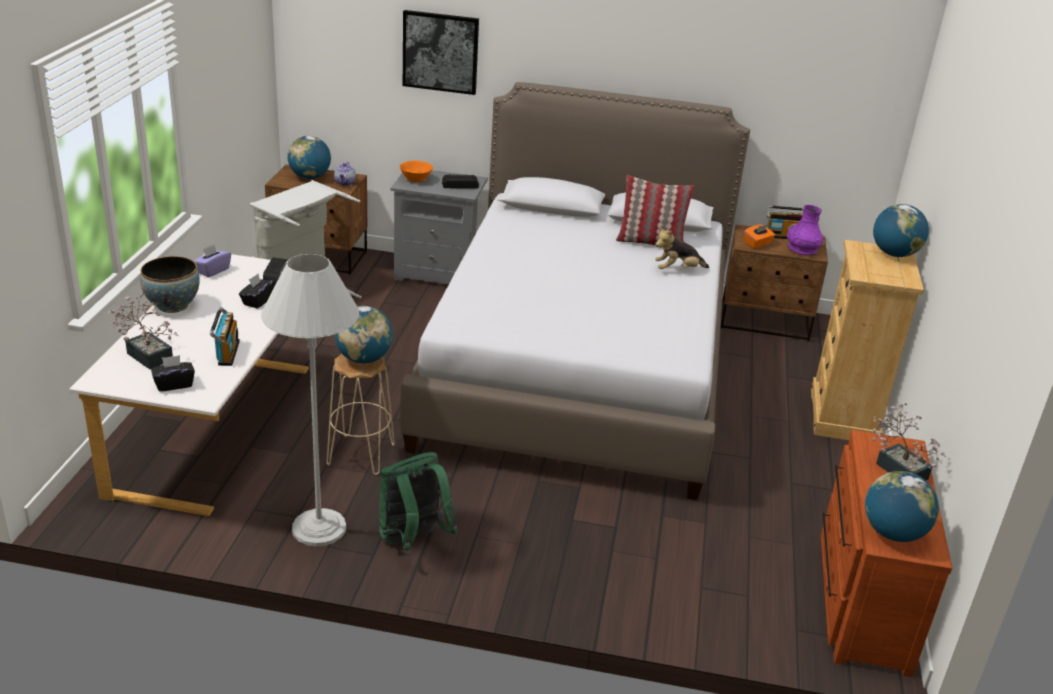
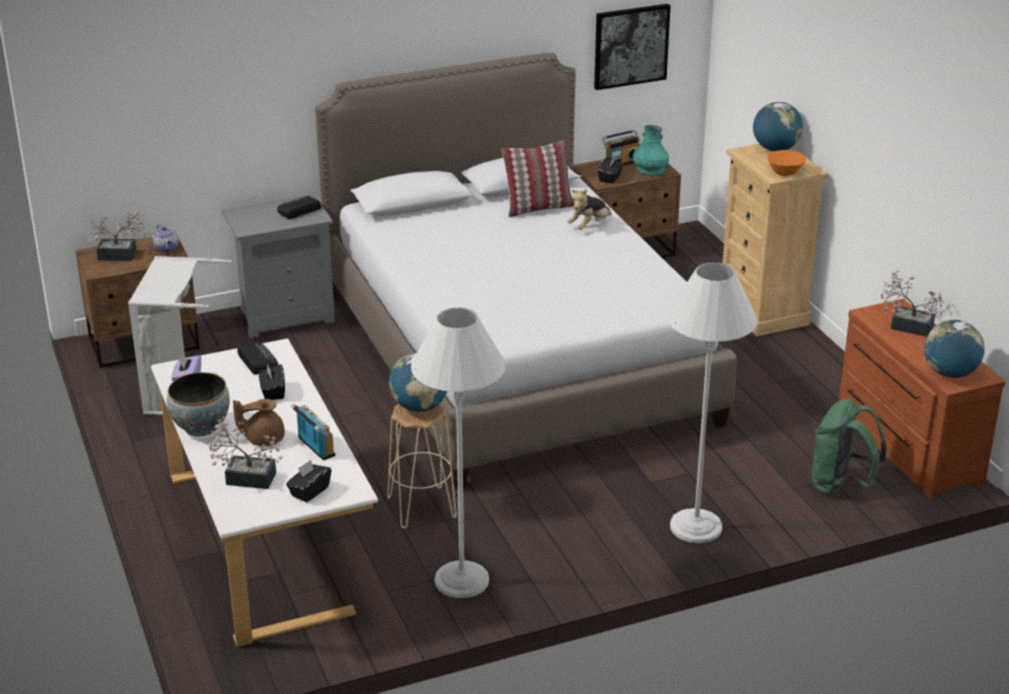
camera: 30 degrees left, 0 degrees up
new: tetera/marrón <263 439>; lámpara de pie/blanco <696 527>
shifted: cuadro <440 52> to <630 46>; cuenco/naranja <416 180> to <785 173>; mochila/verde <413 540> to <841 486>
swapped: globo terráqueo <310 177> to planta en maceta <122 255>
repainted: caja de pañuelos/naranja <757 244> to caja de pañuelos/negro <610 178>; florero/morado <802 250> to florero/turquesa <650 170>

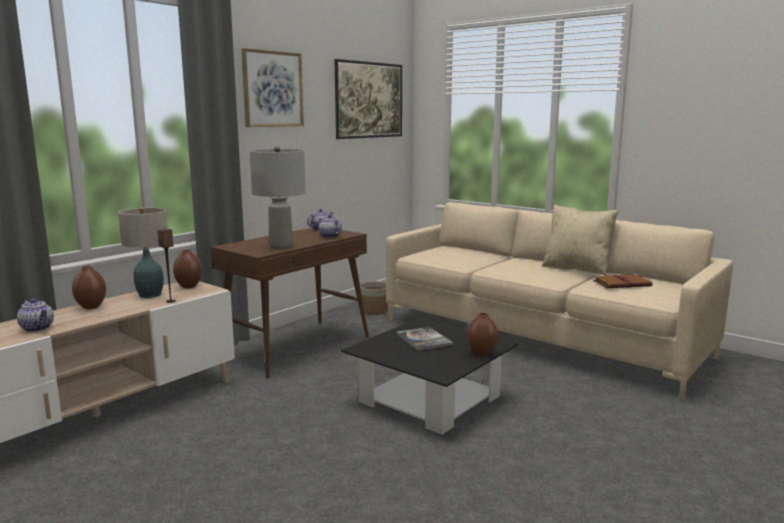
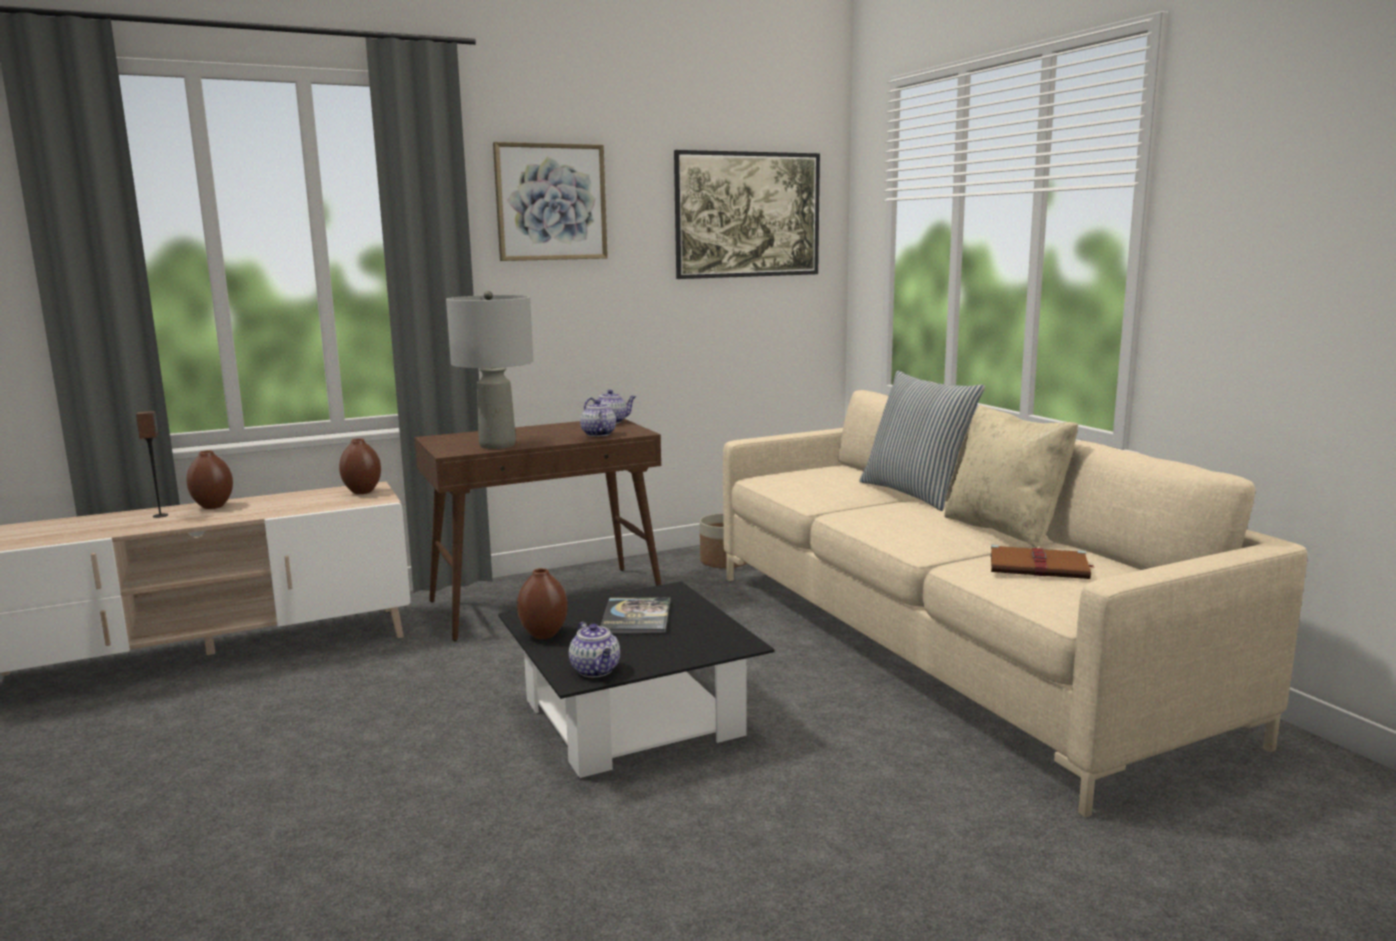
camera: 25 degrees right, 0 degrees up
gone: lámpara de mesa <149 295>
new: cojín <916 493>
shifted: altavoz <171 301> to <160 515>; florero/marrón <482 353> to <544 635>; tetera <38 328> to <596 671>

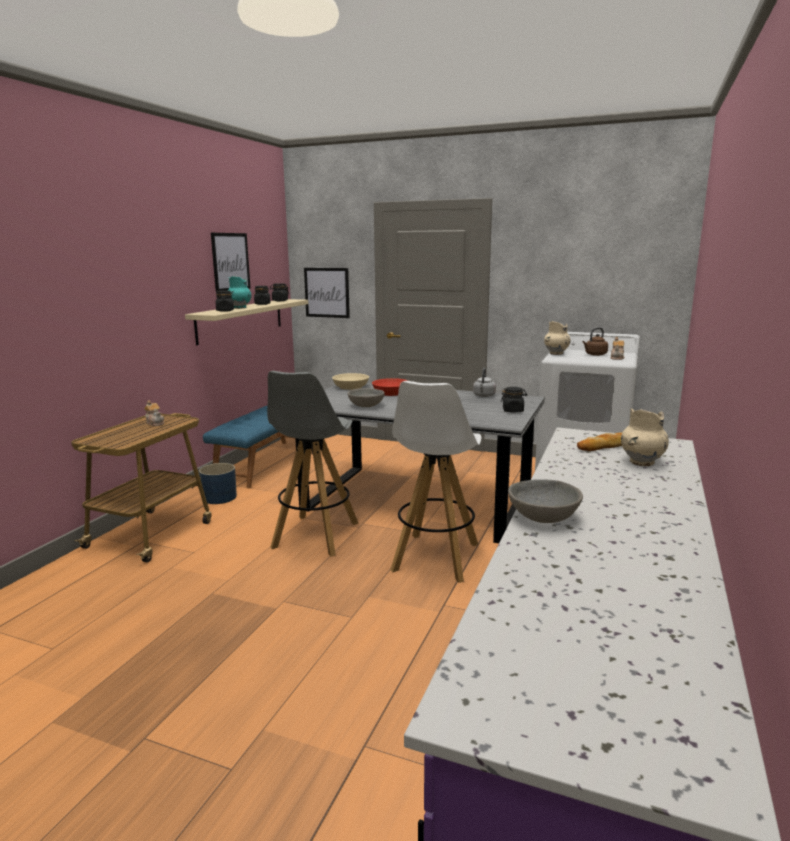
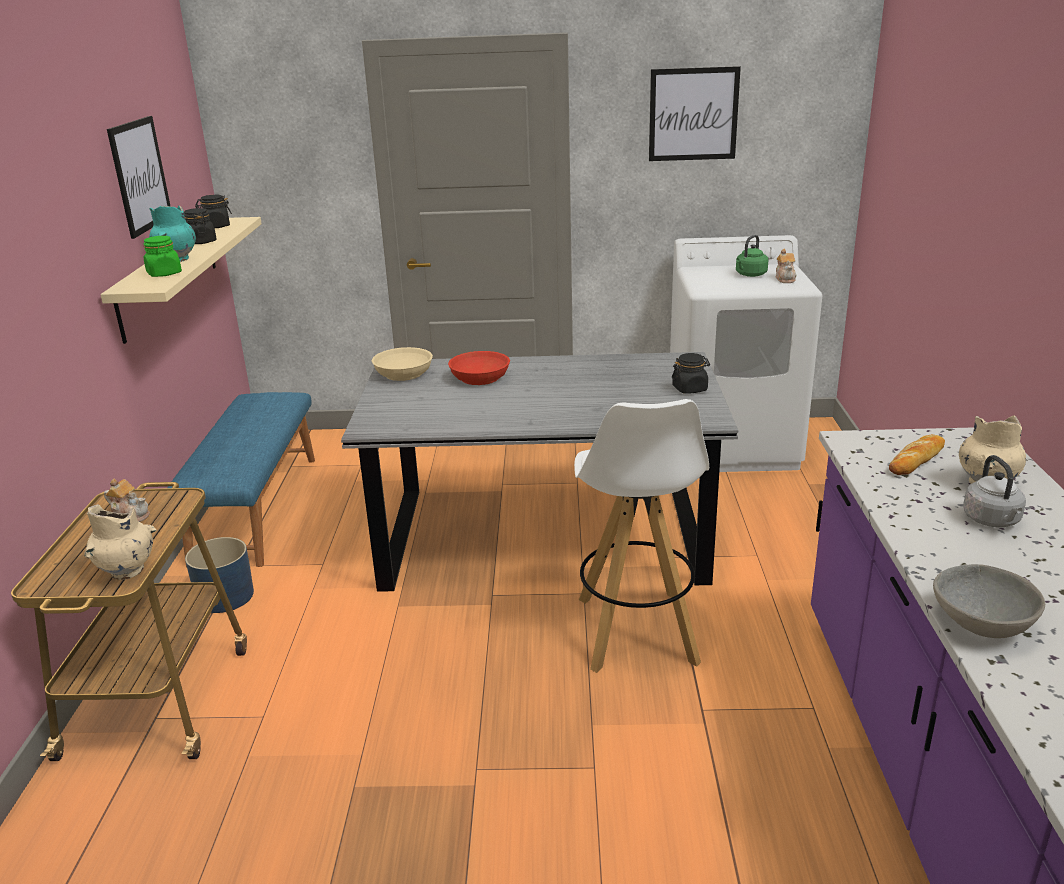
camera: 20 degrees left, 10 degrees up
gone: taburete/gris <315 535>; cuenco/gris <366 406>
shifted: florero/beis <556 353> to <128 571>; cuadro <327 292> to <693 114>; hervidor/gris <484 396> to <992 521>
repainted: tarro/negro <225 311> to tarro/verde <164 274>; hervidor/marrón <595 354> to hervidor/verde <750 275>

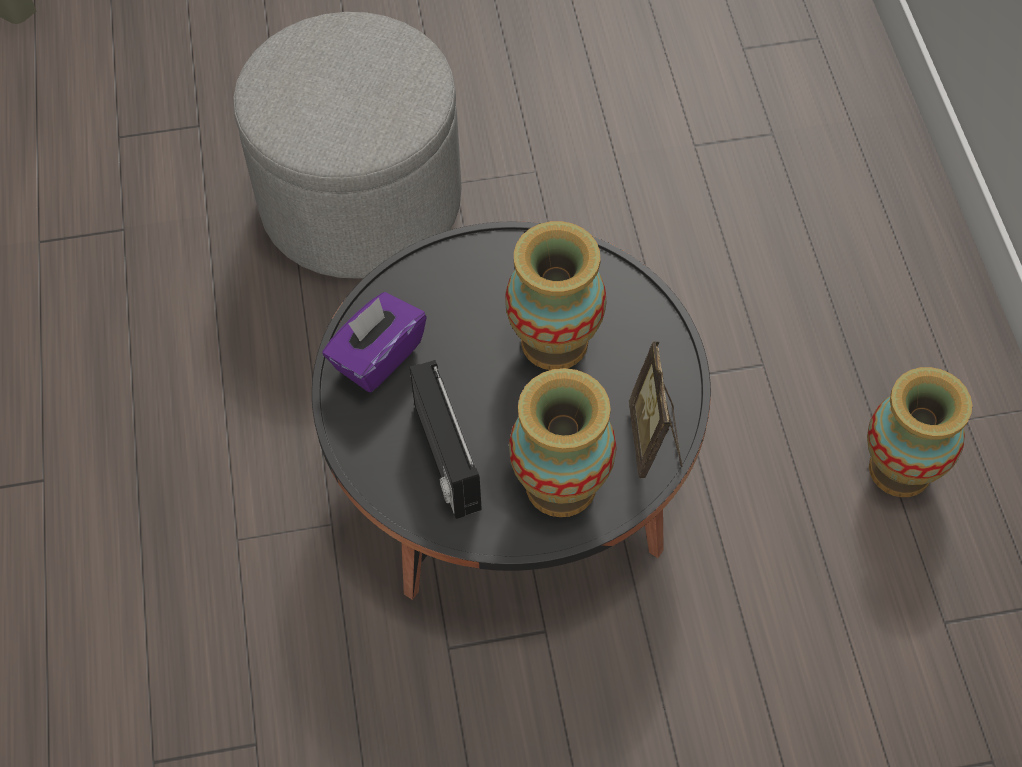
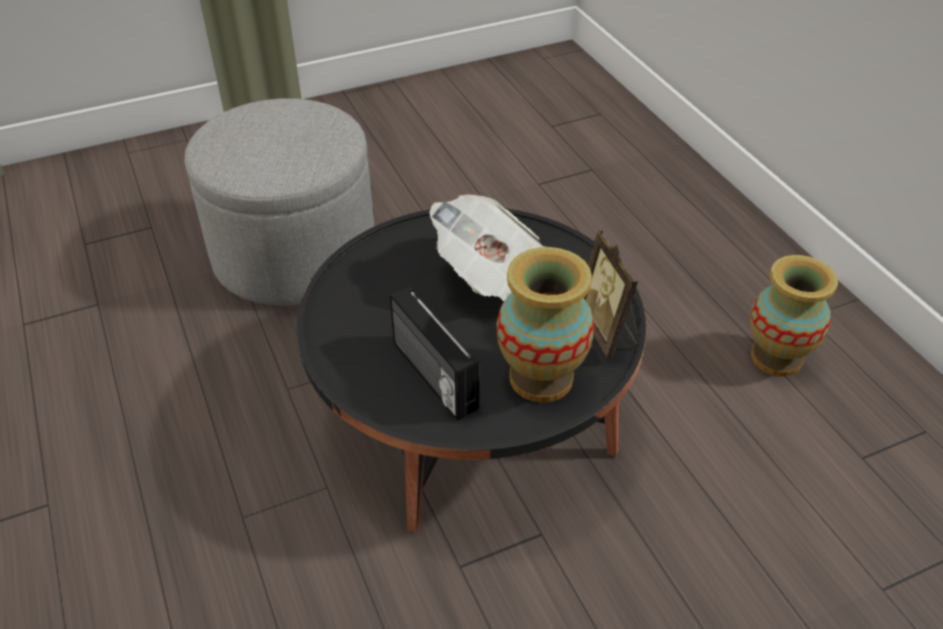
camera: 15 degrees left, 15 degrees down
gone: caja de pañuelos/morado <377 356>
swapped: florero <555 342> to periódico <498 280>

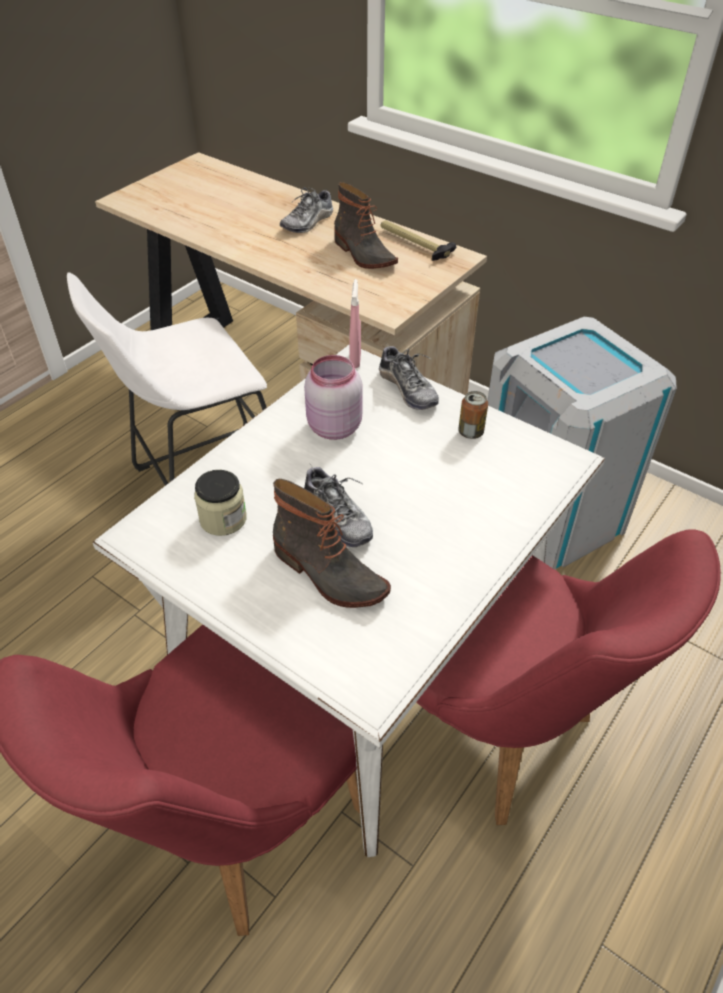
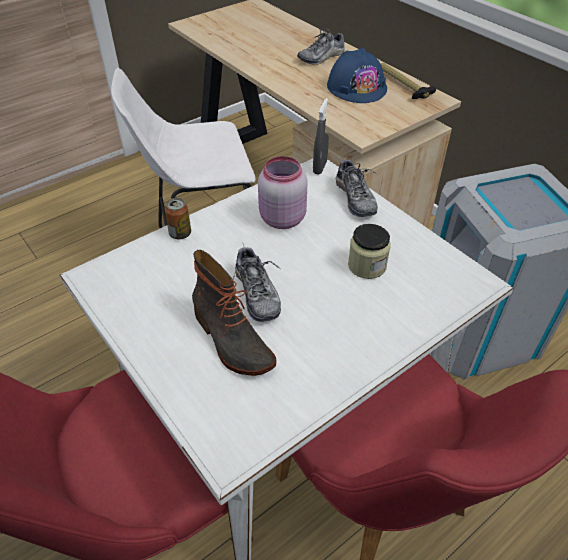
camera: 15 degrees right, 0 degrees up
shifted: lata <471 432> to <180 234>; tarro <223 519> to <367 266>
swapped: bota <363 254> to casco/azul <357 87>
repainted: pulverizador/rosa <355 360> to pulverizador/gris <320 167>

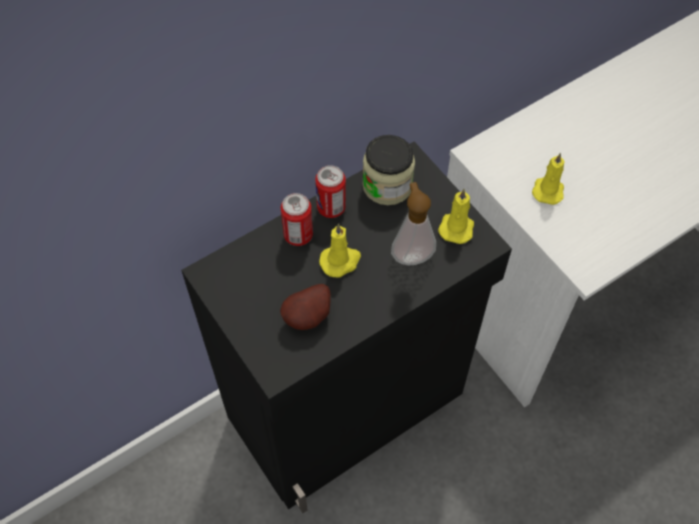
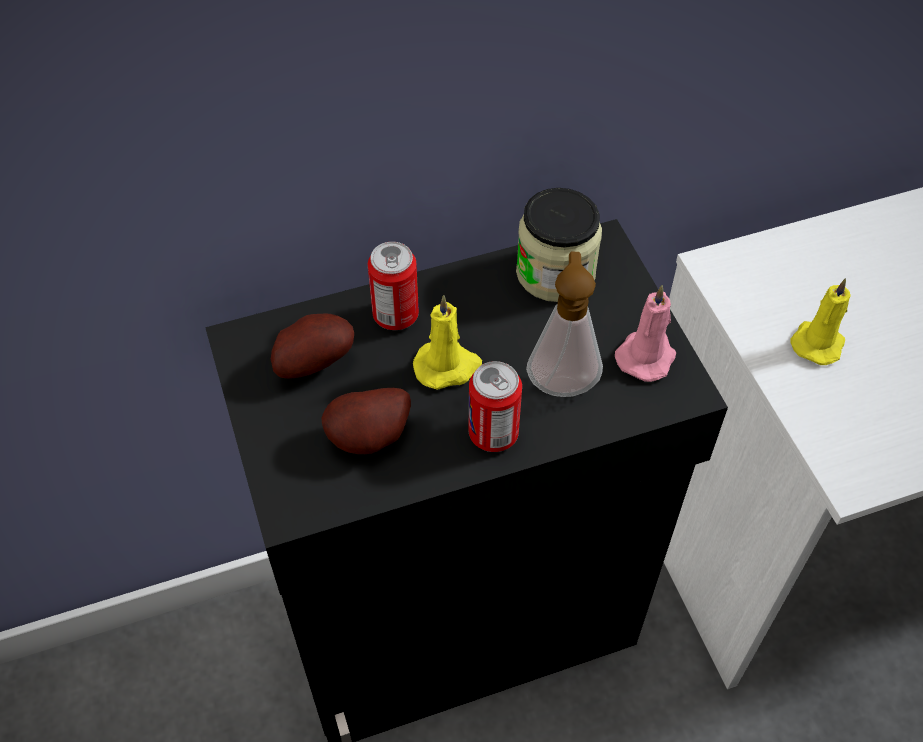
camera: 15 degrees right, 5 degrees down
new: patata <313 361>
shifted: lata <331 208> to <493 434>
repainted: vela/amarillo <456 227> to vela/rosa <646 355>

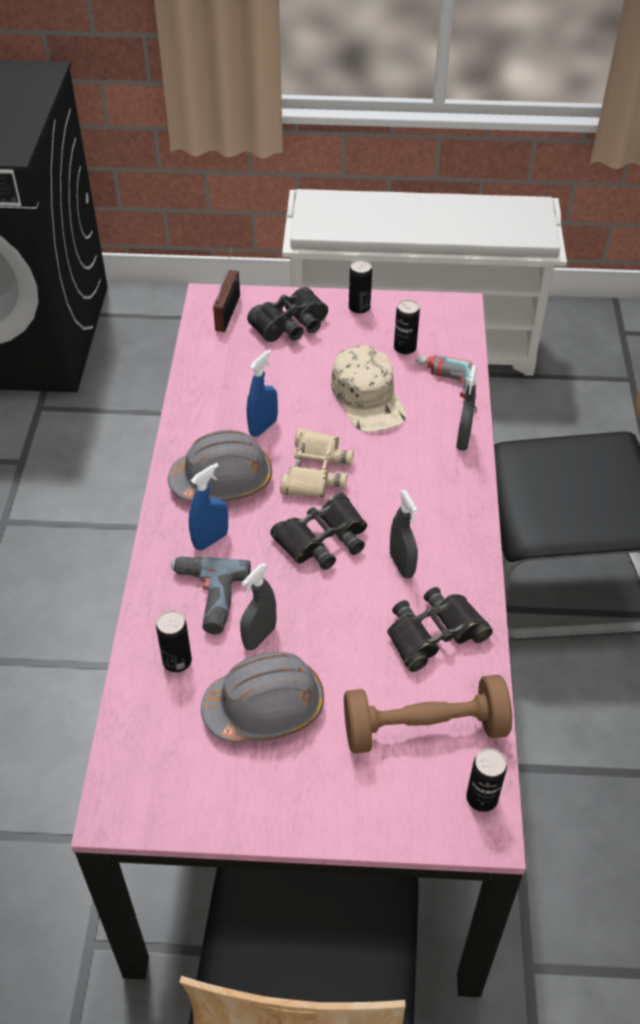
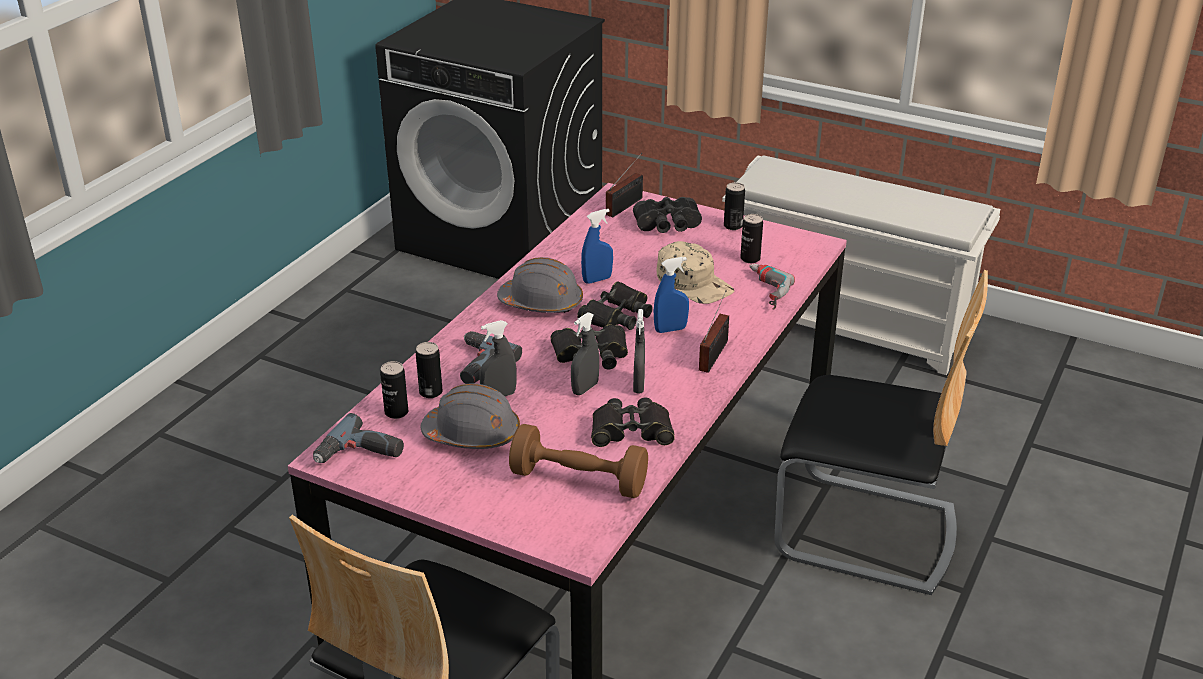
camera: 25 degrees right, 15 degrees down
new: taladro <360 454>; radio <715 354>
shifted: lata <482 798> to <396 412>; pulverizador/gris <463 440> to <585 388>; pulverizador/azul <210 540> to <670 329>
repainted: prismáticos/beis <315 471> to prismáticos/negro <616 314>
rotated: gorra/beis <369 398> = <694 282> 45 degrees counterclockwise

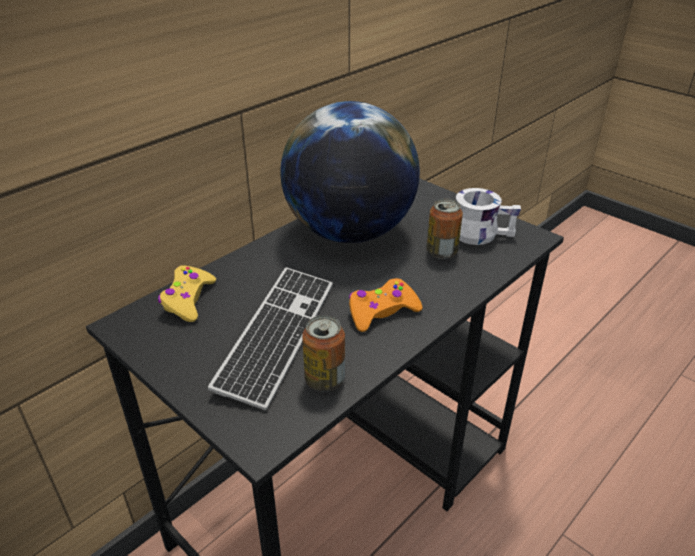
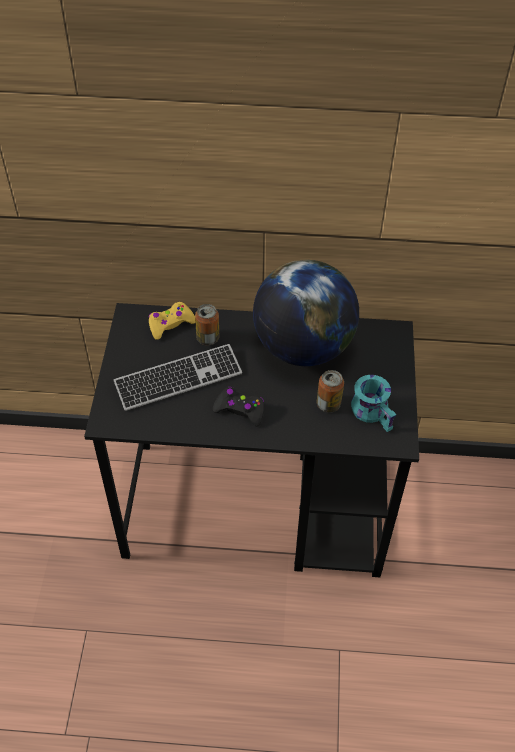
camera: 50 degrees right, 15 degrees up
shifted: lata <325 380> to <208 338>
repainted: mando de consola/naranja <382 312> to mando de consola/negro <240 410>; taza grande/blanco <481 232> to taza grande/turquesa <375 411>

